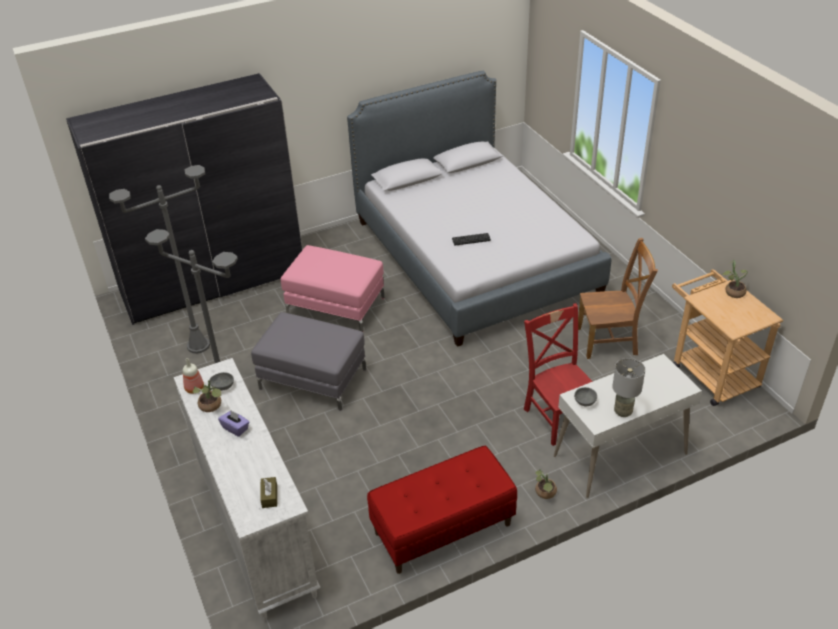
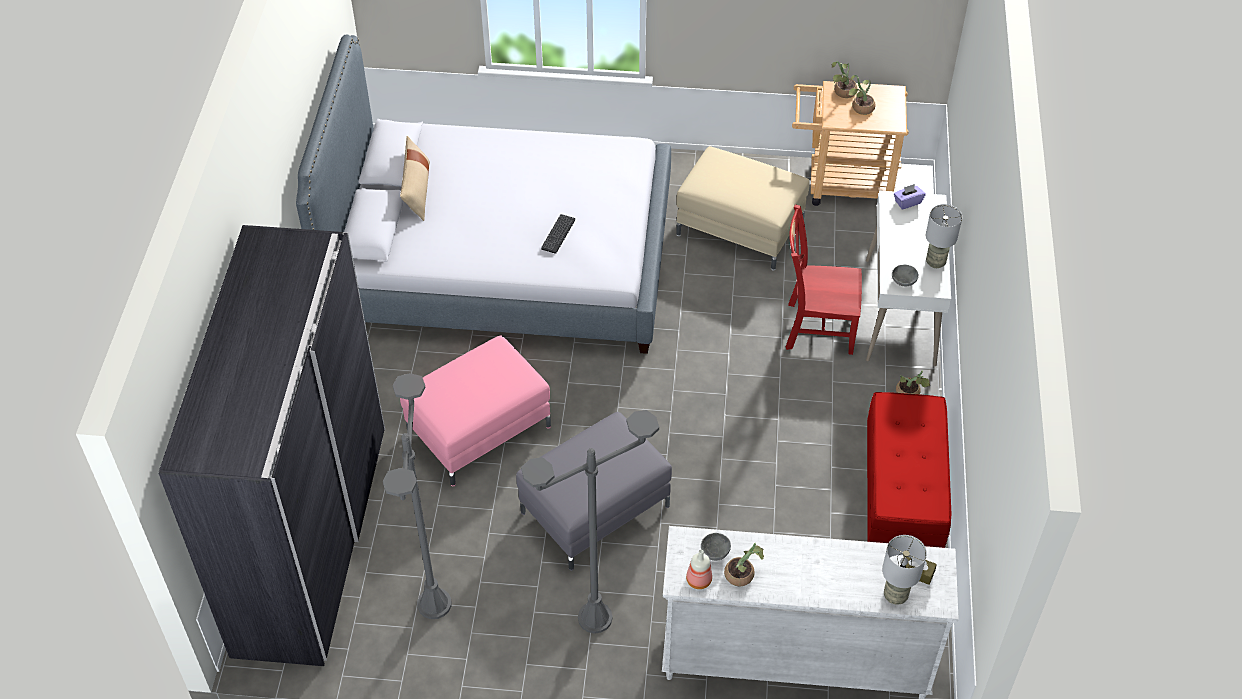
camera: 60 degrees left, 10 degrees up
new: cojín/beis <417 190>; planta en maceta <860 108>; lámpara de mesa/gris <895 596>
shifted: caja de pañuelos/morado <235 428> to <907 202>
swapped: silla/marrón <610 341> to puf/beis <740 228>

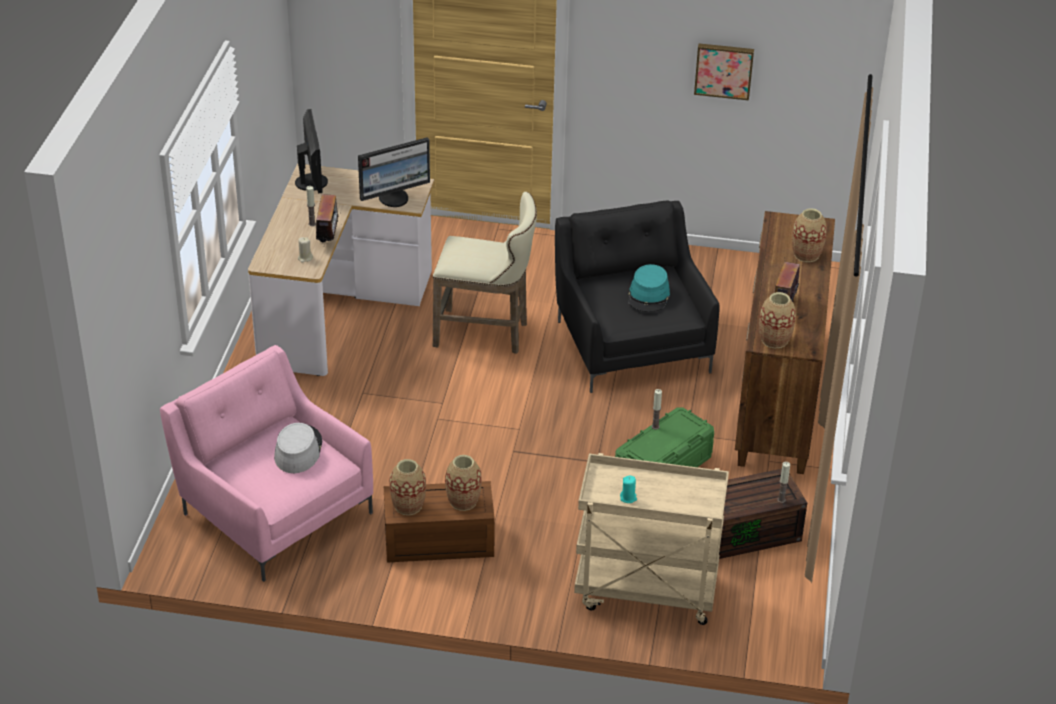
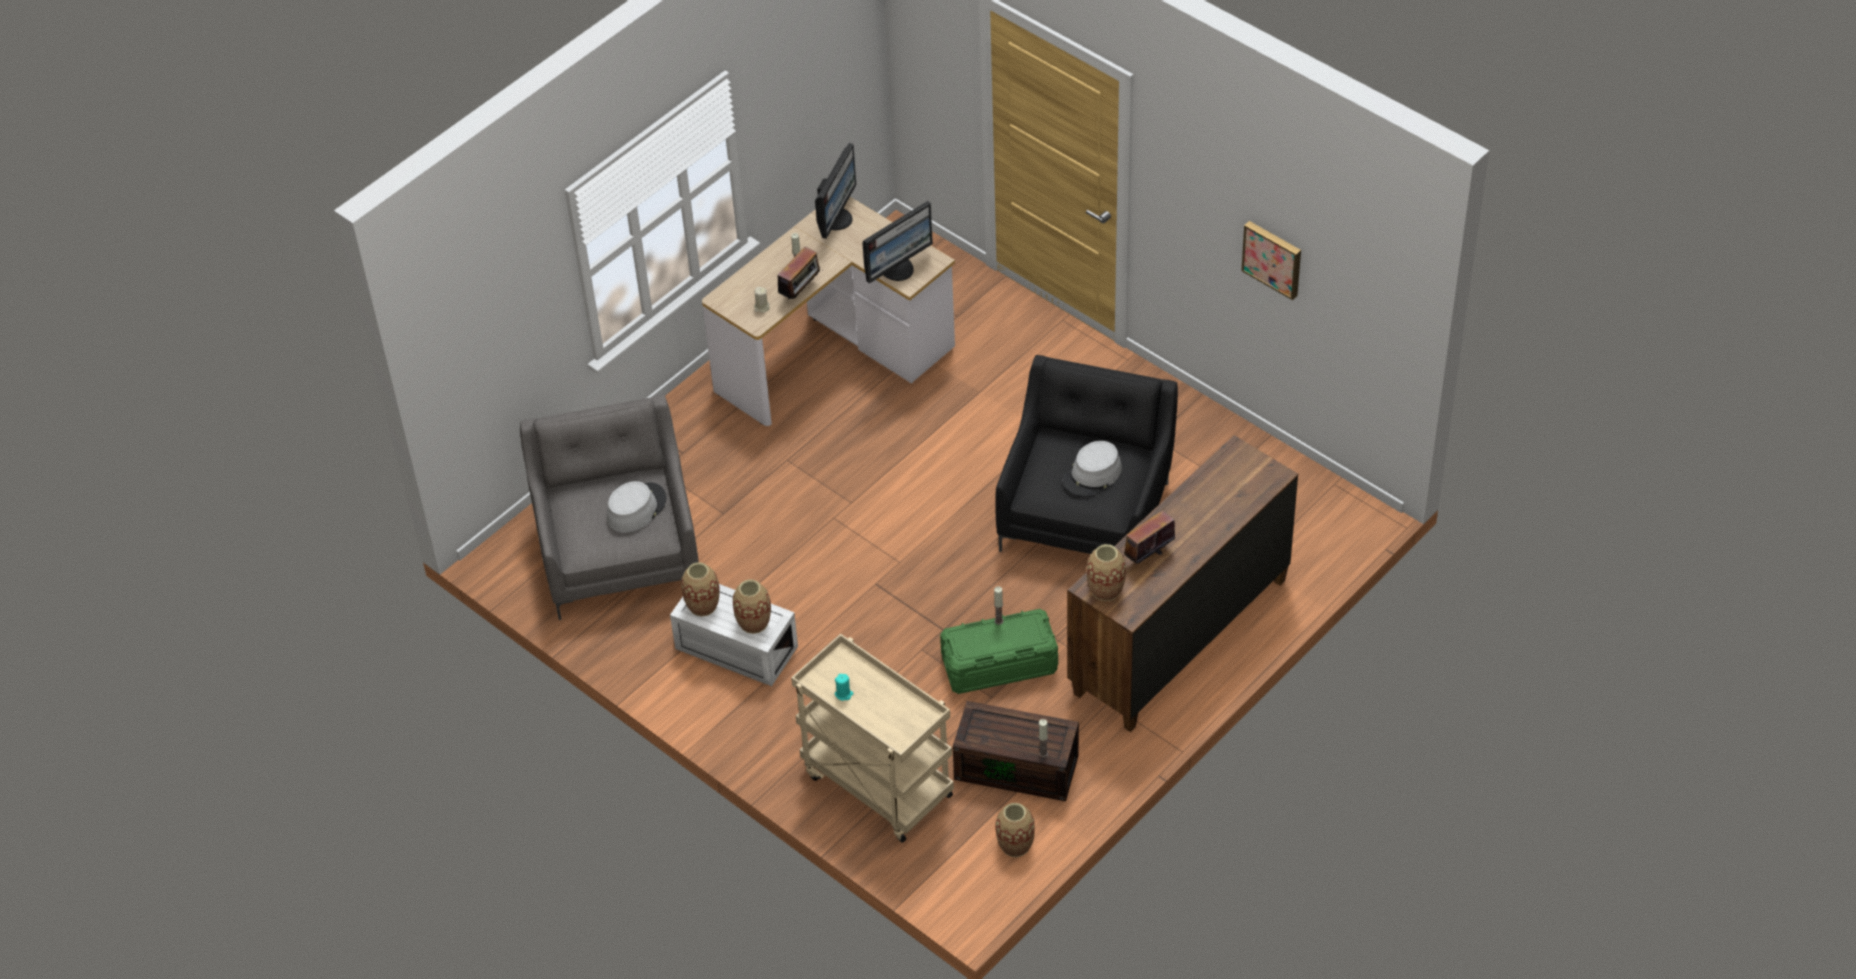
camera: 35 degrees right, 10 degrees up
gone: taburete/beis <486 334>
shifted: florero <806 254> to <1015 845>
repainted: sillón/rosa <274 509> to sillón/gris <619 550>; caja de almacenaje/marrón <437 542> to caja de almacenaje/blanco <734 648>; sombrero/turquesa <649 296> to sombrero/gris <1092 475>
rotated: monitor <394 198> = <898 269> 45 degrees counterclockwise

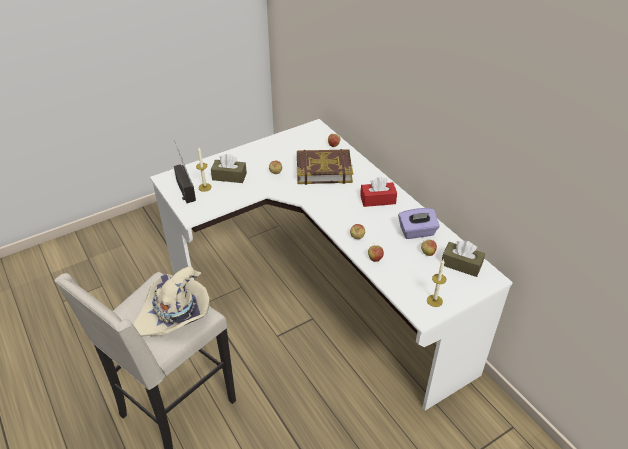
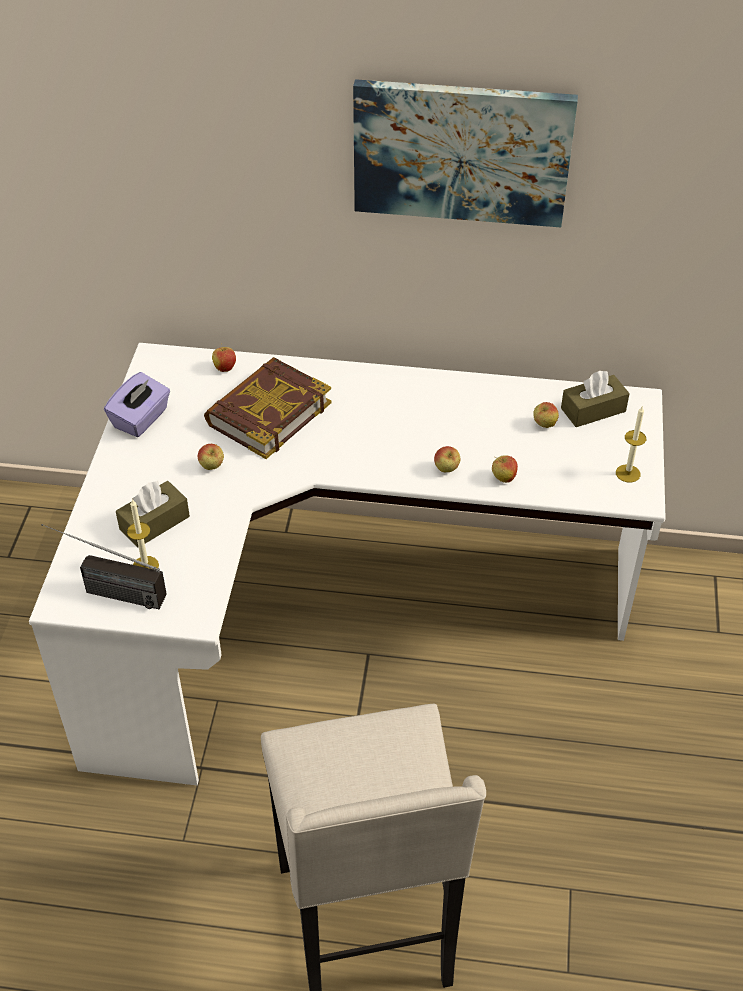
camera: 50 degrees left, 5 degrees up
gone: sombrero/beis <174 315>; caja de pañuelos/rojo <378 200>
new: cuadro <461 152>
shifted: caja de pañuelos/morado <417 232> to <141 419>

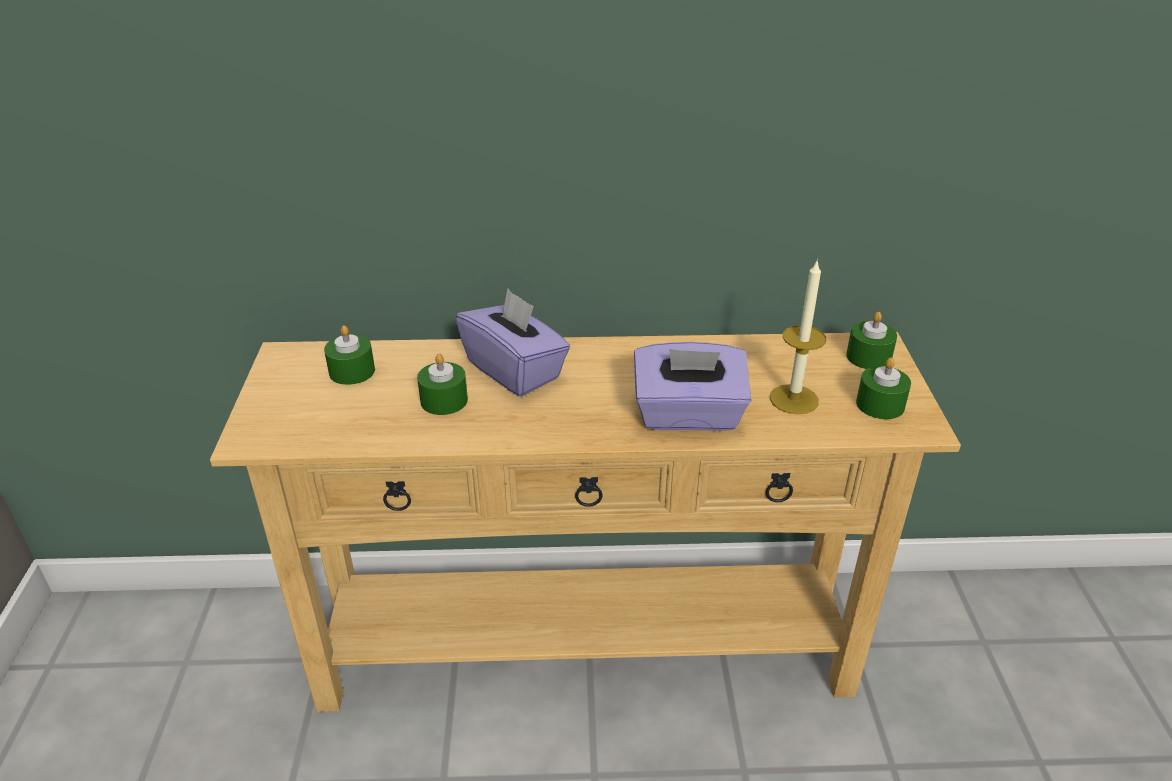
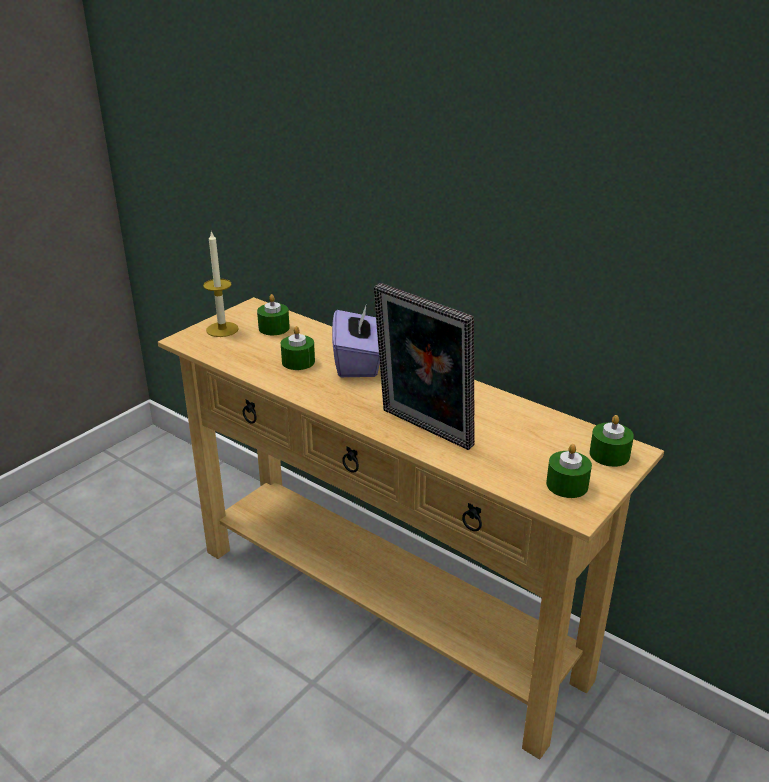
camera: 40 degrees right, 5 degrees down
shifted: vela <794 399> to <222 329>
swapped: caja de pañuelos/morado <688 416> to portarretratos <422 430>

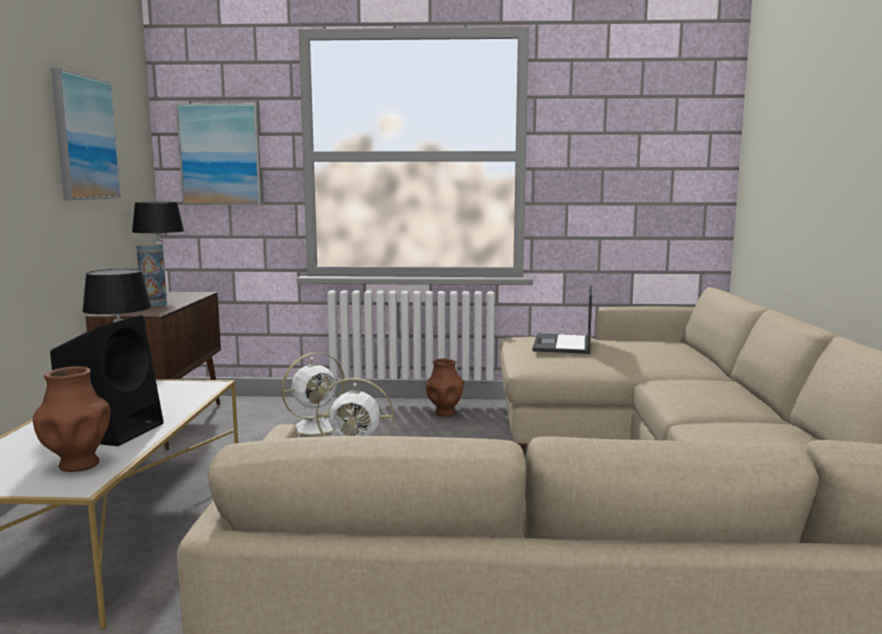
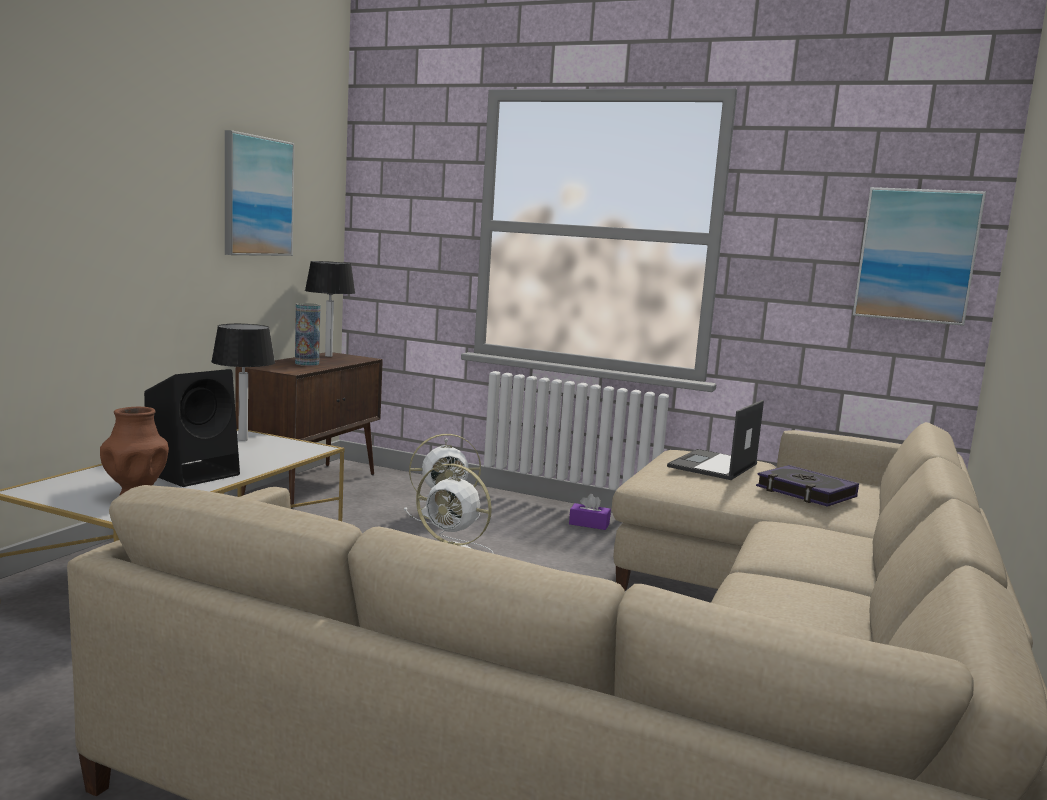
camera: 20 degrees right, 0 degrees up
new: libro <805 492>
shifted: cuadro <220 155> to <916 255>
swapped: florero/marrón <445 413> to caja de pañuelos/morado <589 524>

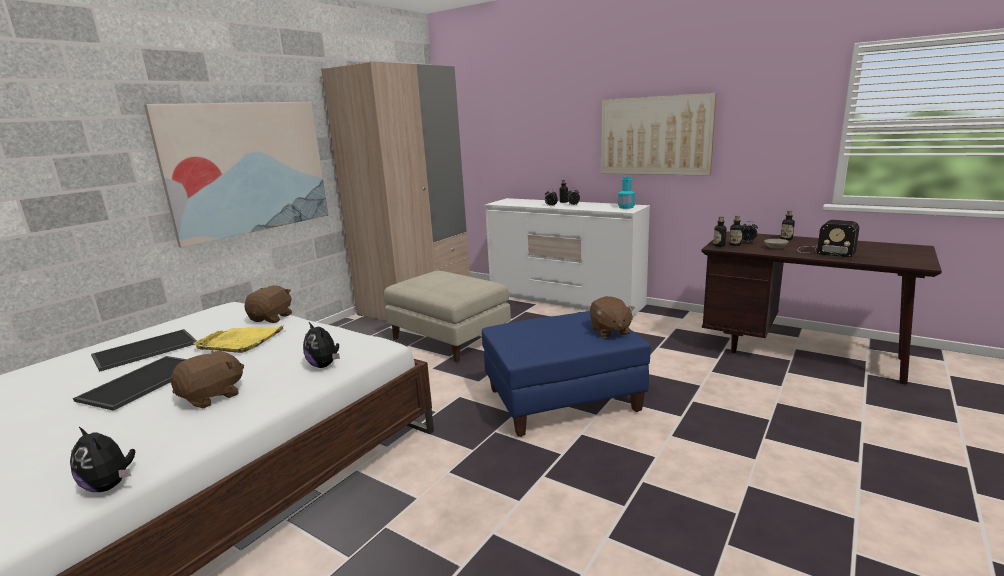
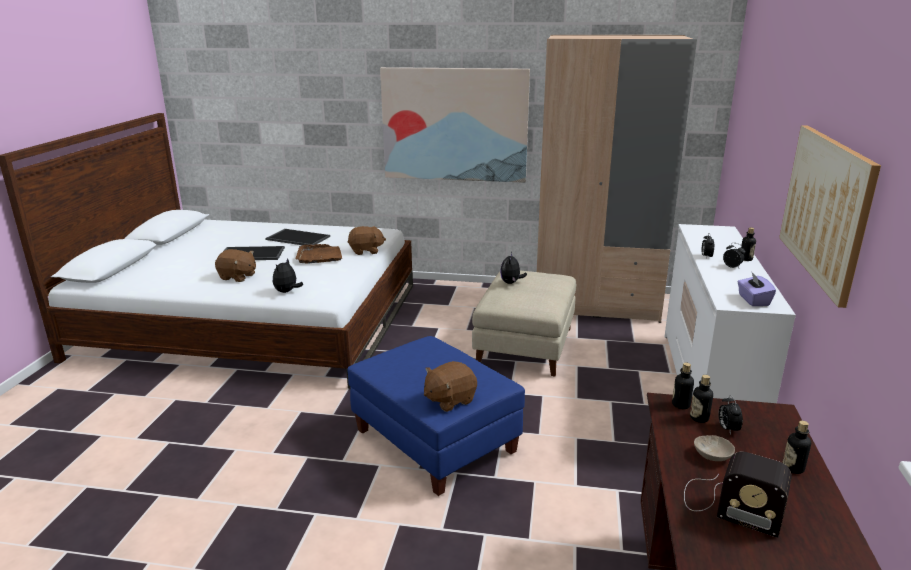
camera: 65 degrees right, 5 degrees up
shifted: peluche <110 485> to <511 283>
swapped: botella/turquesa <626 207> to caja de pañuelos/morado <753 300>
repainted: bandeja/amarillo <240 341> to bandeja/marrón <319 256>
rotated: radio <823 251> = <728 505> 75 degrees counterclockwise

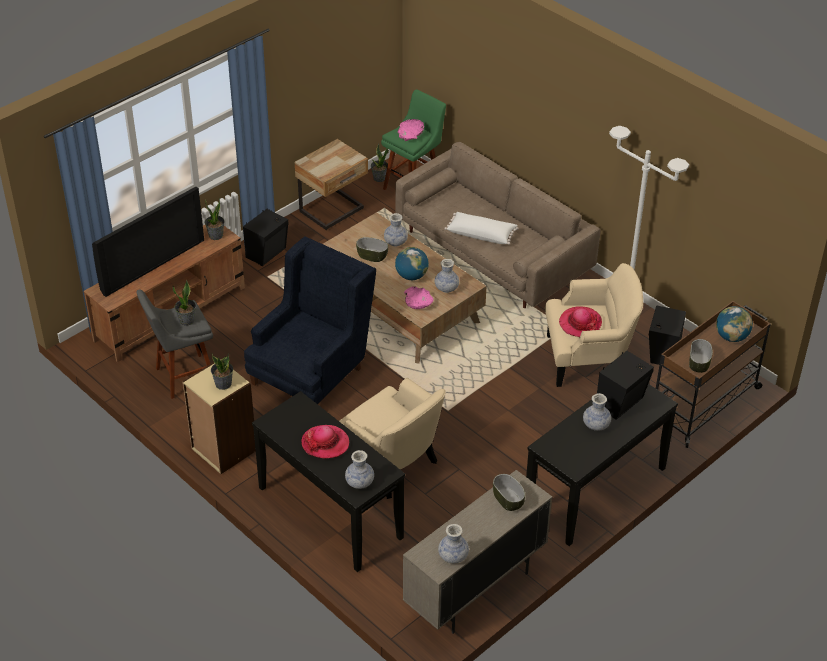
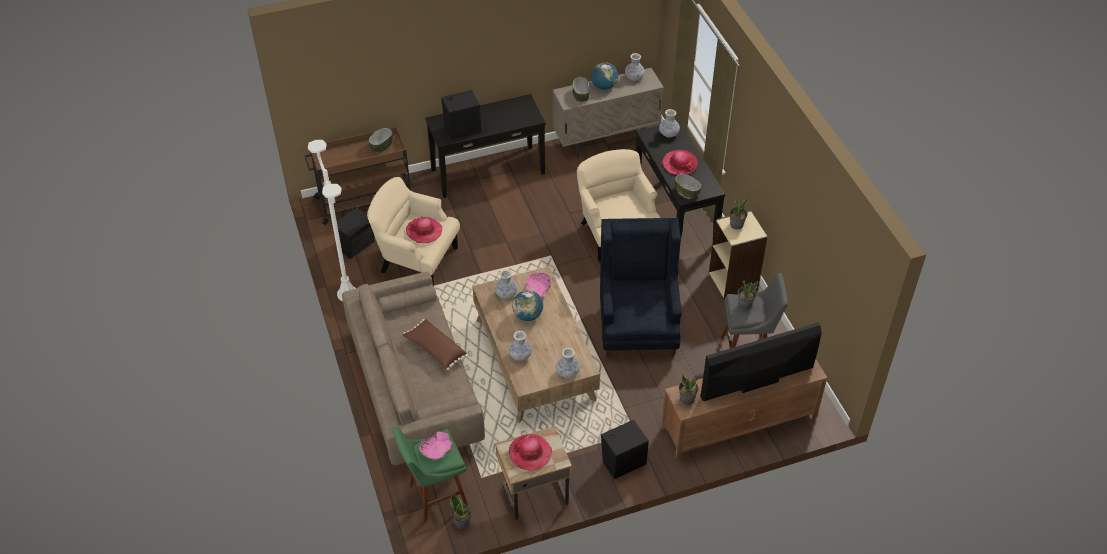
camera: 155 degrees left, 5 degrees up
new: sombrero <530 453>
shifted: florero <596 425> to <568 372>; globo terráqueo <731 337> to <604 86>; cuenco <372 256> to <687 192>
repainted: cojín/blanco <481 234> to cojín/marrón <435 350>
rotated: sillón/azul <312 370> = <637 323> 120 degrees clockwise

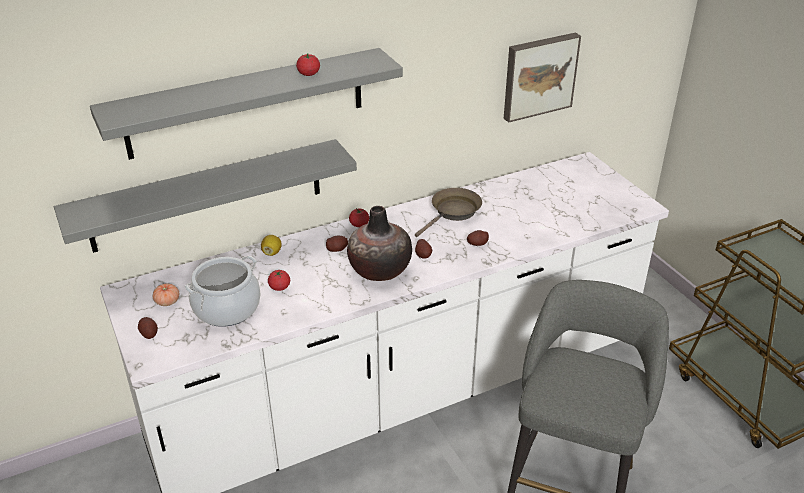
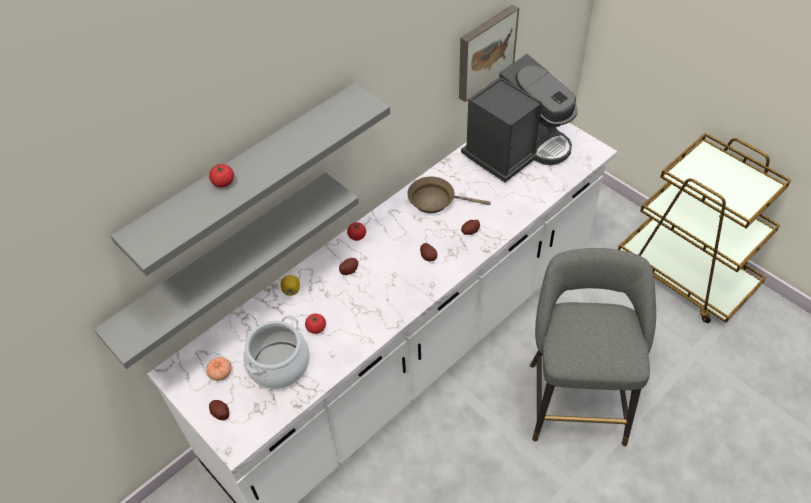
camera: 15 degrees left, 15 degrees up
gone: florero <379 270>
new: cafetera <517 149>
shifted: tomate <308 74> to <223 182>
rotated: sartén/marrón <453 212> = <435 200> 105 degrees counterclockwise

